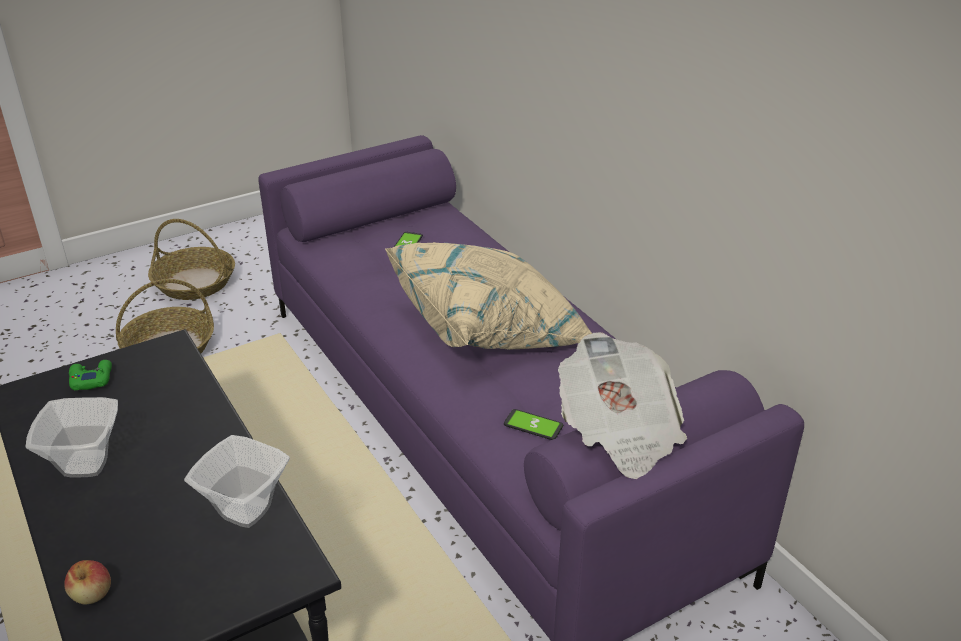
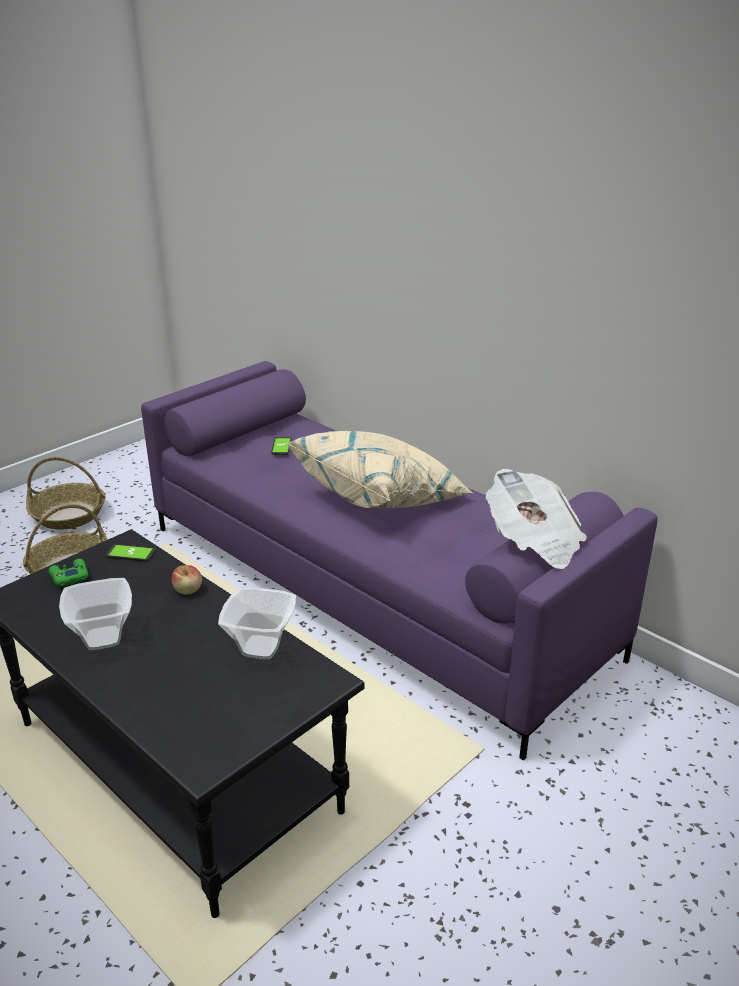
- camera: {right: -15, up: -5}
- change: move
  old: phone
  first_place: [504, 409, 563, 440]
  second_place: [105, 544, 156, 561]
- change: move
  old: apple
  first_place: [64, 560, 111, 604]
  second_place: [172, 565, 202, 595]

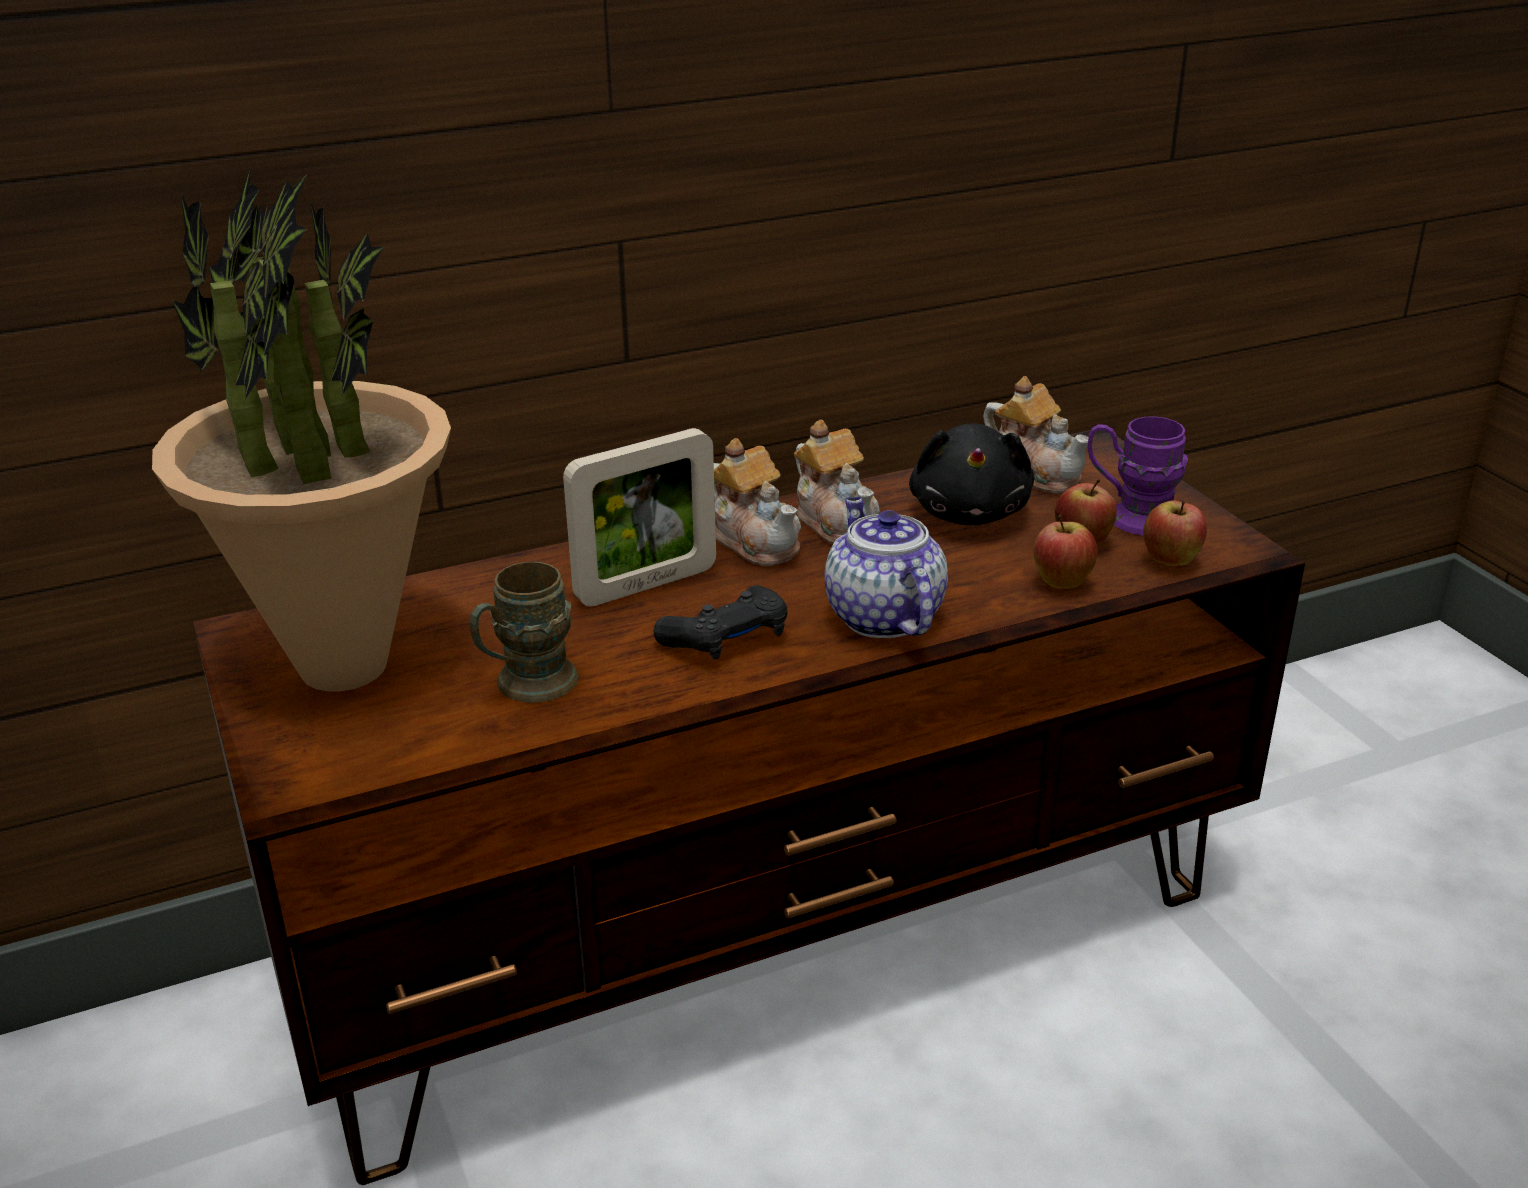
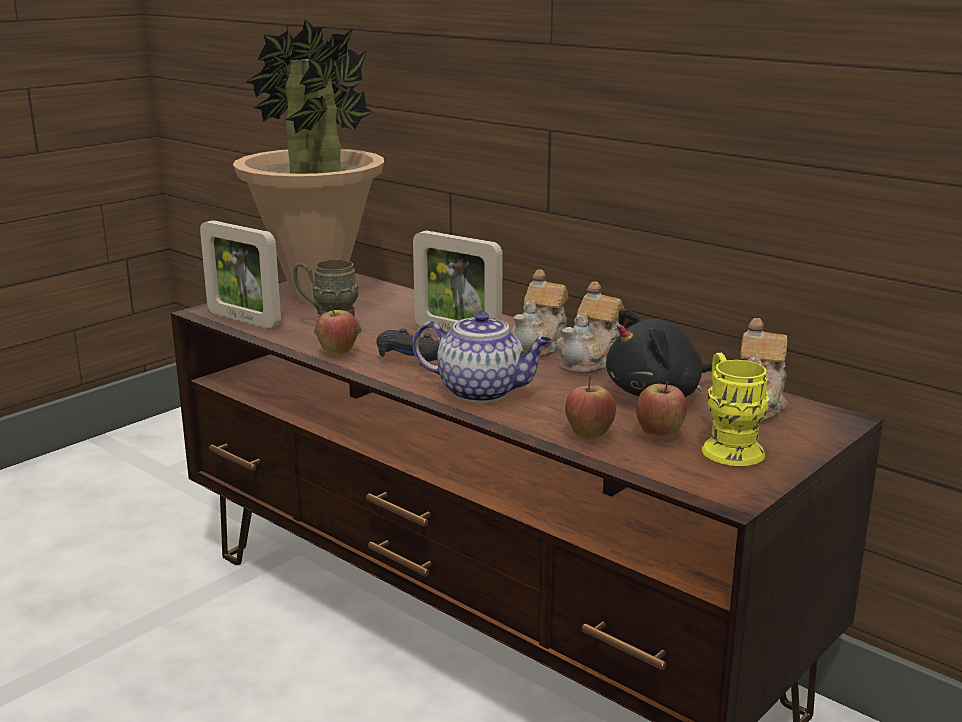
- camera: {right: 65, up: -10}
- change: recolor
  old: purple mug
  new: yellow mug
  first_place: [1088, 417, 1188, 535]
  second_place: [702, 353, 770, 466]
- change: rotate
  old: teapot
  first_place: [824, 497, 948, 638]
  second_place: [413, 311, 552, 403]
  degrees: 60
- change: move
  old: apple
  first_place: [1143, 500, 1207, 566]
  second_place: [316, 305, 358, 355]
- change: insert
  new: picture frame
  second_place: [200, 220, 281, 329]

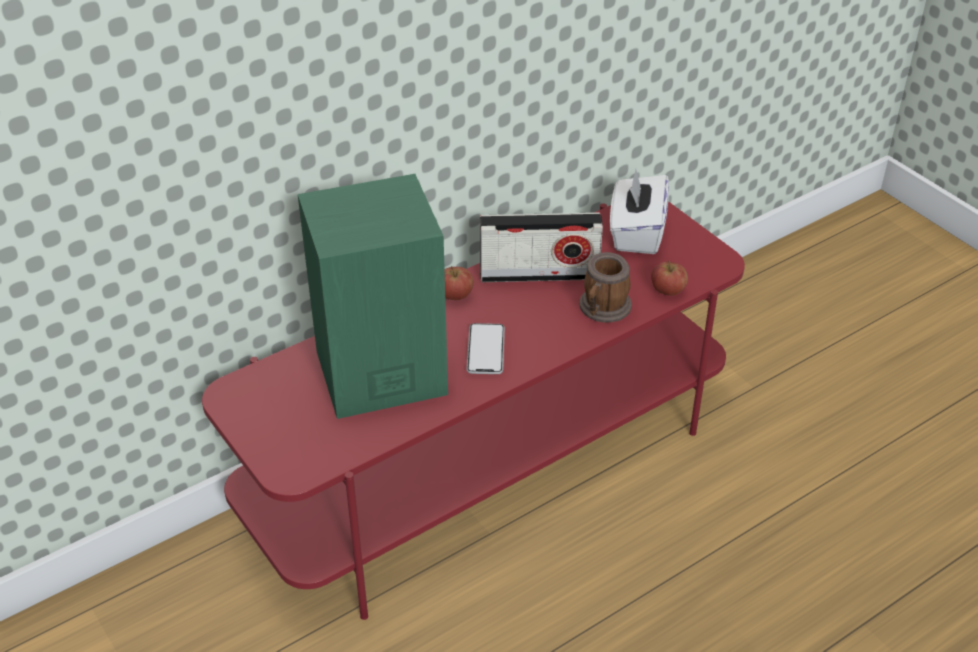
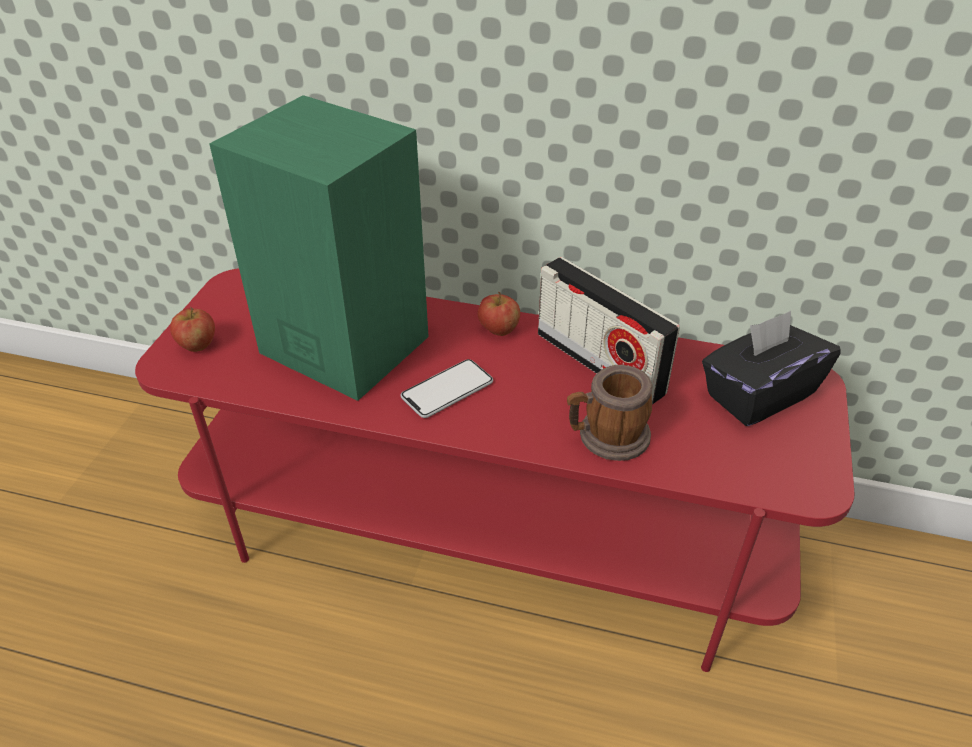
- camera: {right: 50, up: 0}
- change: recolor
  old: white tissue box
  new: black tissue box
  first_place: [610, 169, 669, 254]
  second_place: [702, 311, 840, 426]
- change: move
  old: apple
  first_place: [651, 260, 688, 296]
  second_place: [170, 307, 215, 352]

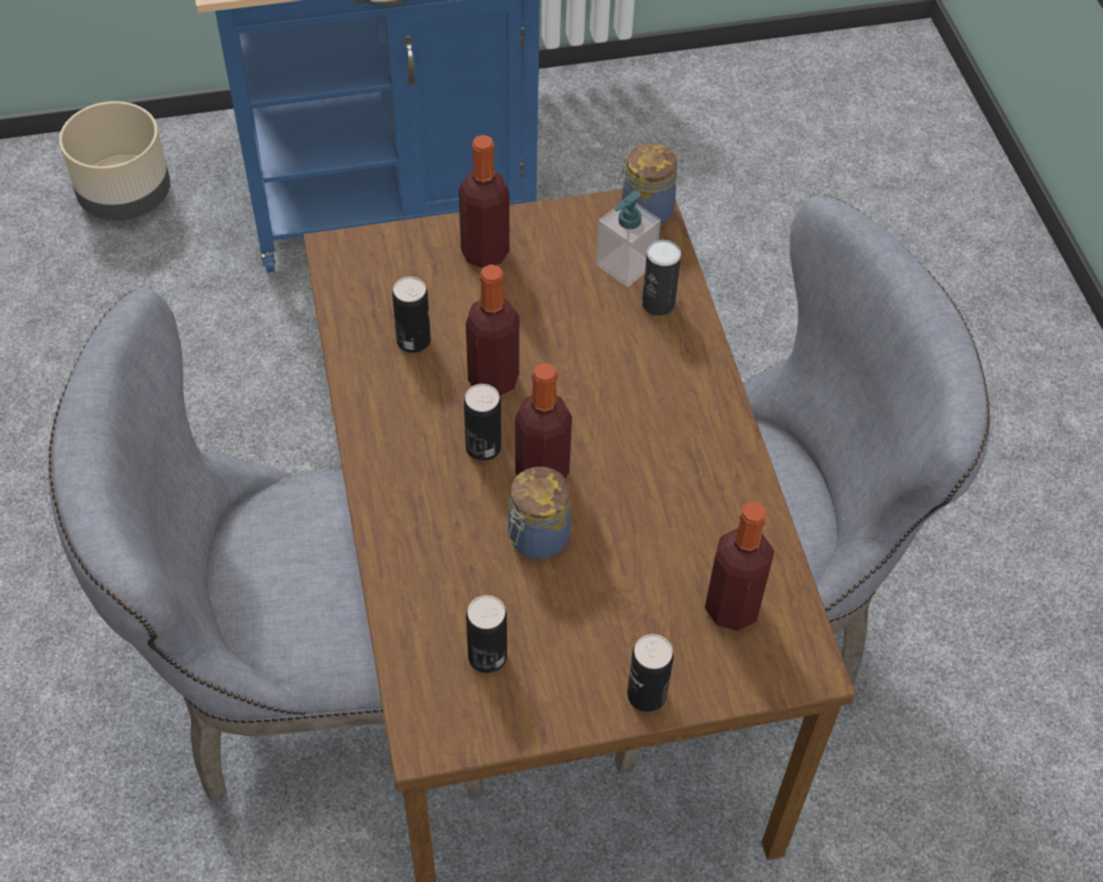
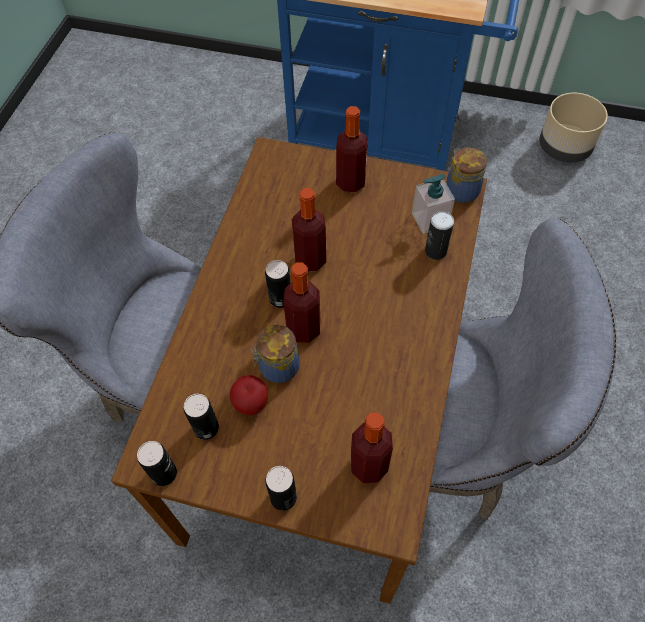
- camera: {right: 30, up: 5}
- change: move
  old: beige planter
  first_place: [59, 101, 170, 220]
  second_place: [539, 93, 608, 163]
- change: move
  old: can
  first_place: [392, 277, 431, 353]
  second_place: [137, 441, 177, 486]
- change: insert
  new: apple
  second_place: [230, 375, 268, 416]

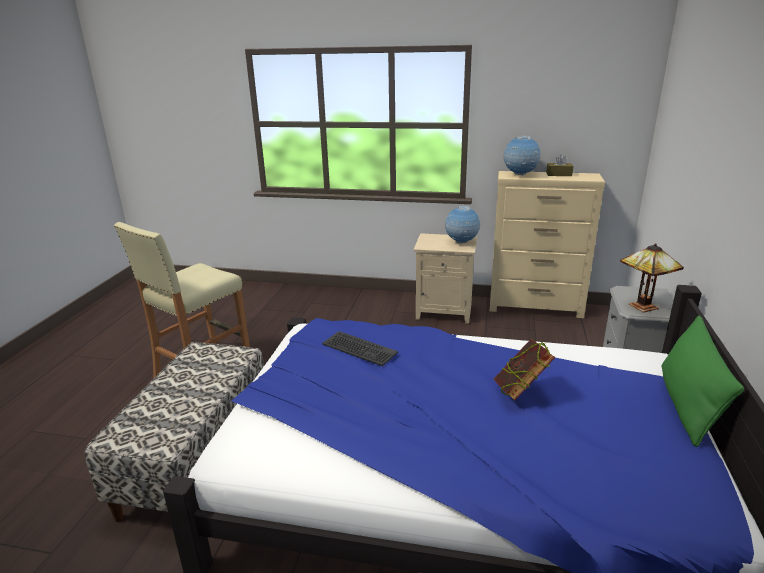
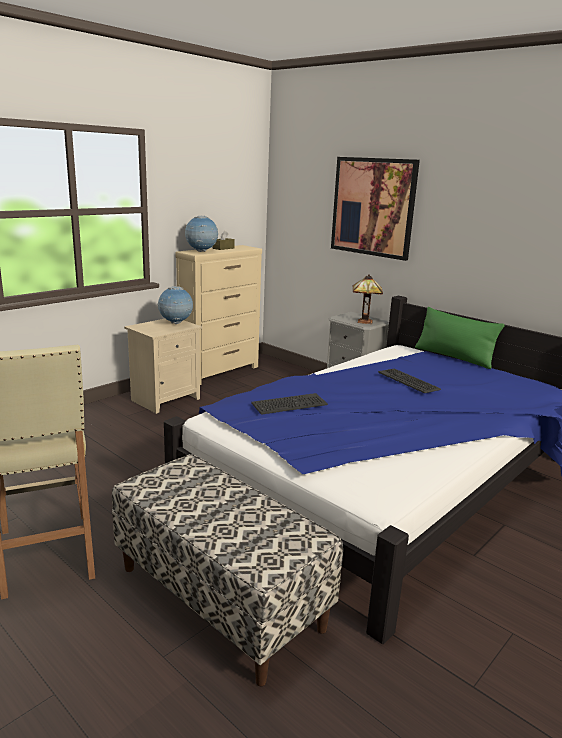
- camera: {right: -60, up: -5}
- change: replace
  old: book
  new: keyboard
  first_place: [493, 339, 555, 401]
  second_place: [378, 369, 441, 393]
- change: insert
  new: picture
  second_place: [331, 157, 420, 261]

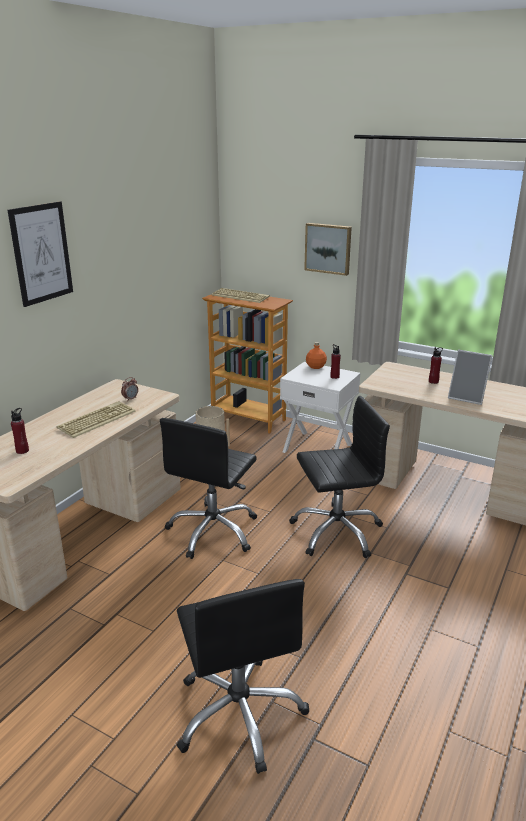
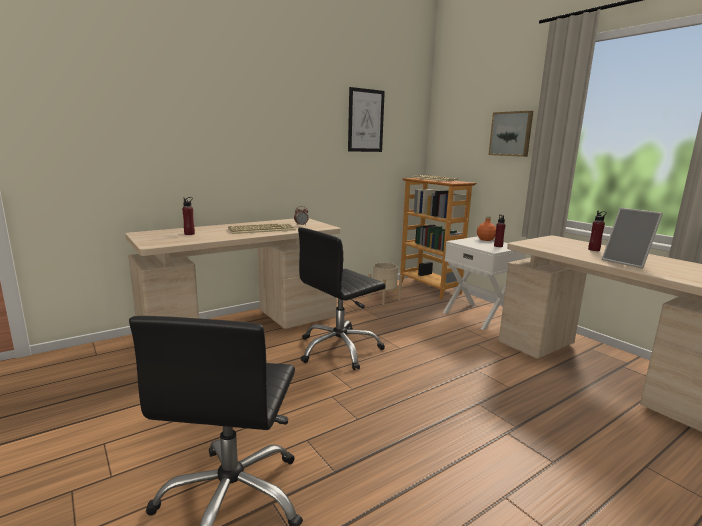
- camera: {right: 25, up: -10}
- change: move
  old: picture
  first_place: [7, 201, 73, 307]
  second_place: [348, 87, 385, 152]
- change: delete
  old: black office chair
  first_place: [289, 396, 390, 558]

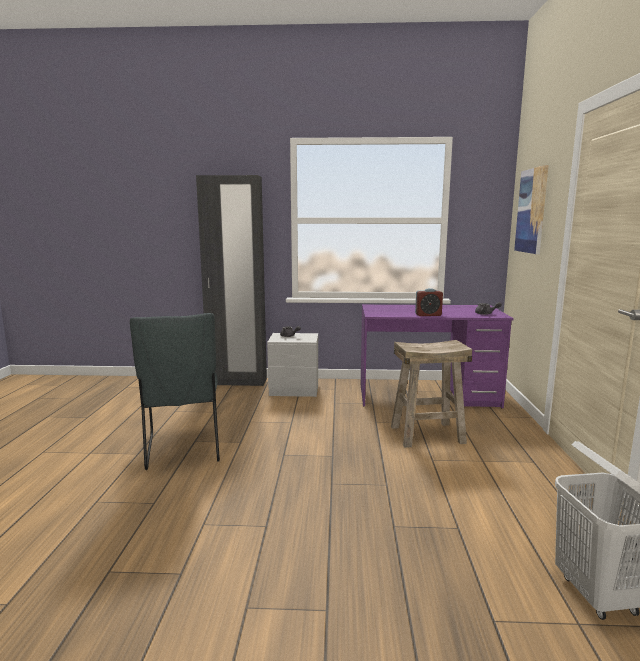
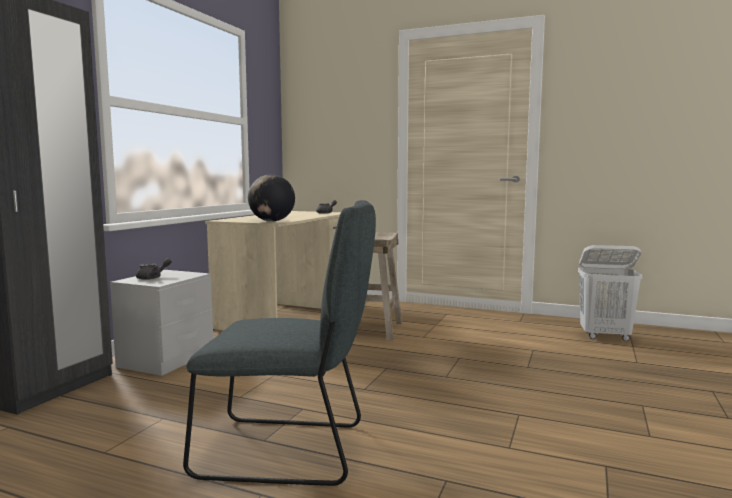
- camera: {right: -70, up: -5}
- change: delete
  old: picture
  first_place: [514, 165, 549, 254]
- change: delete
  old: alarm clock
  first_place: [415, 288, 443, 316]
- change: recolor
  old: purple desk
  new: beige desk
  first_place: [361, 304, 514, 409]
  second_place: [205, 211, 341, 331]
- change: insert
  new: globe
  second_place: [248, 174, 295, 222]

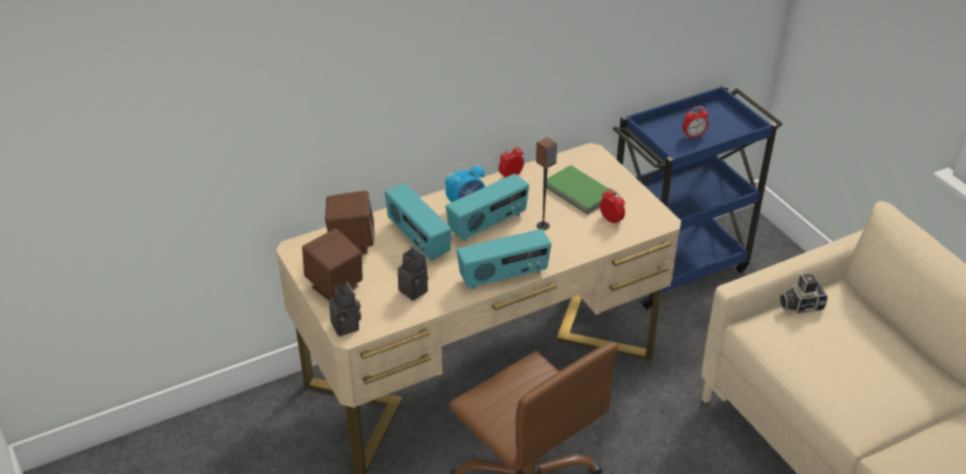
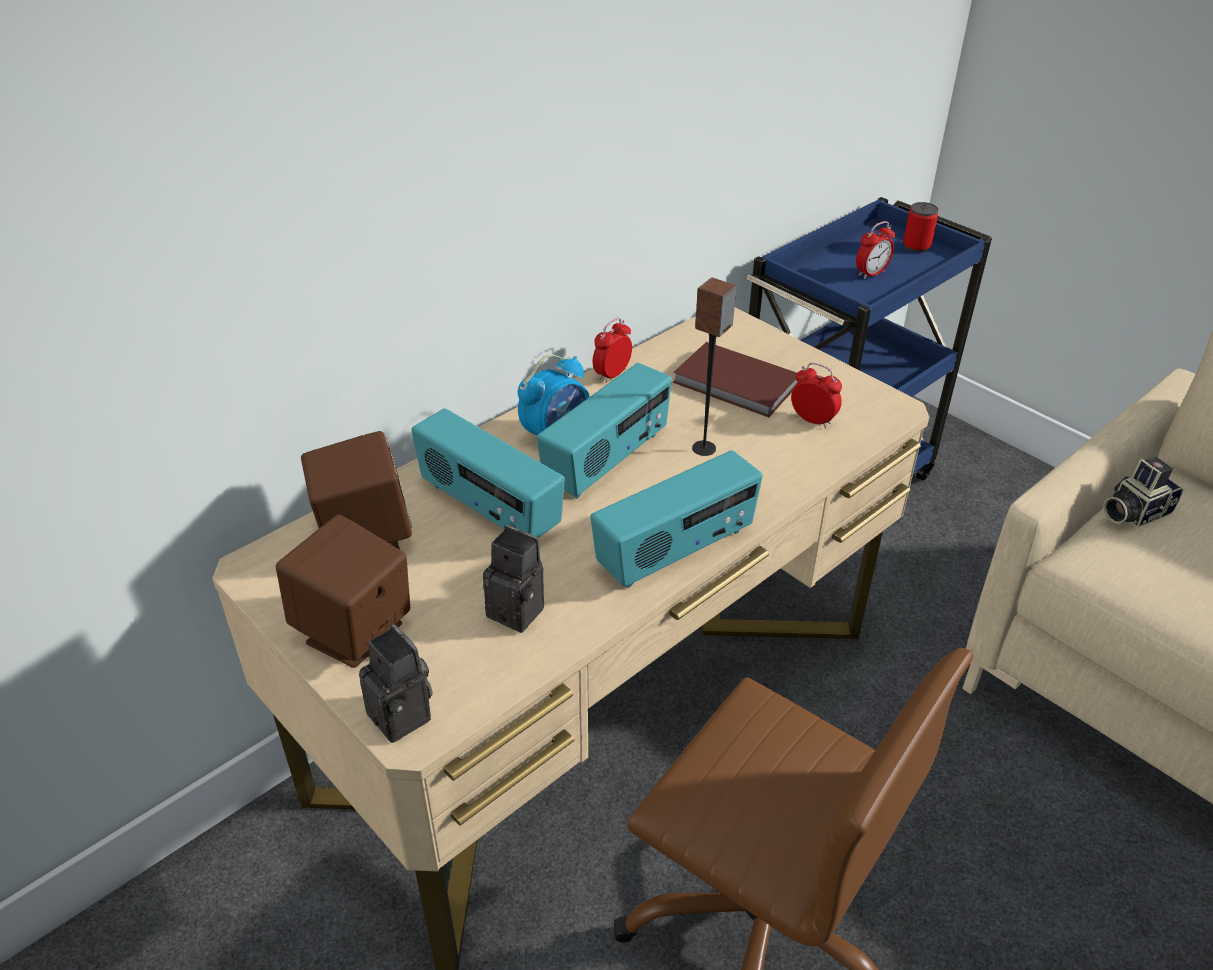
- camera: {right: -15, up: 0}
- change: recolor
  old: green book
  new: brown book
  first_place: [543, 165, 616, 215]
  second_place: [673, 342, 799, 417]
- change: insert
  new: can
  second_place: [903, 202, 939, 252]

